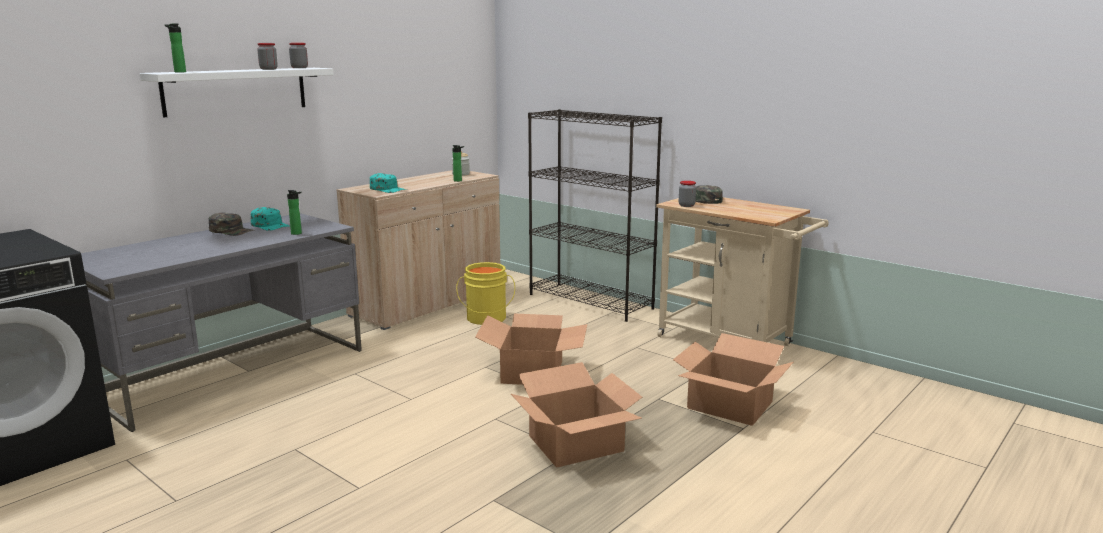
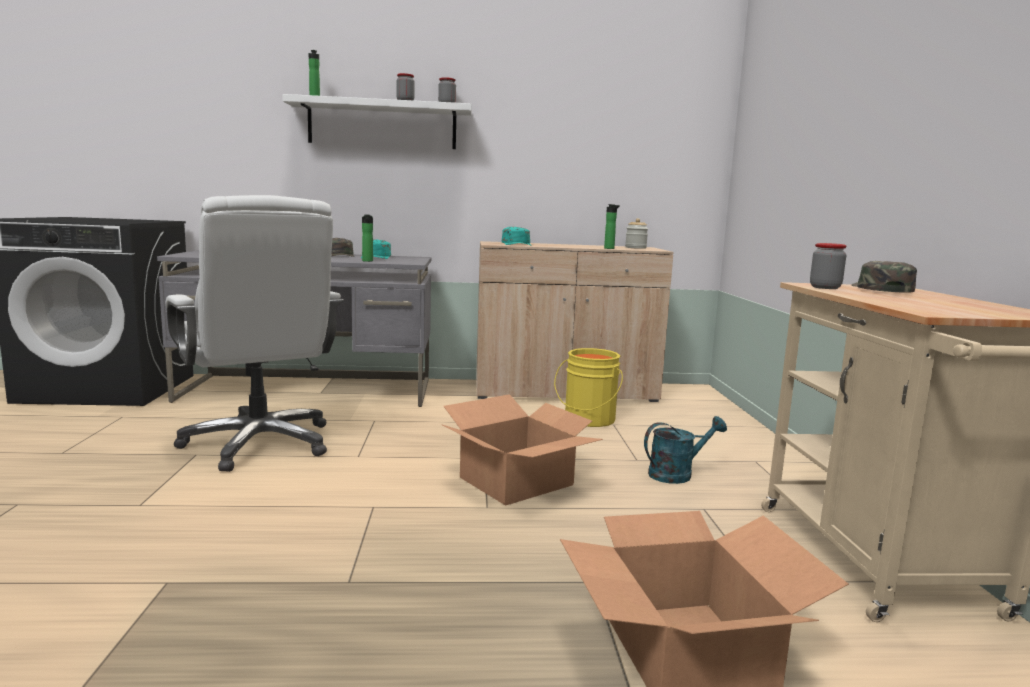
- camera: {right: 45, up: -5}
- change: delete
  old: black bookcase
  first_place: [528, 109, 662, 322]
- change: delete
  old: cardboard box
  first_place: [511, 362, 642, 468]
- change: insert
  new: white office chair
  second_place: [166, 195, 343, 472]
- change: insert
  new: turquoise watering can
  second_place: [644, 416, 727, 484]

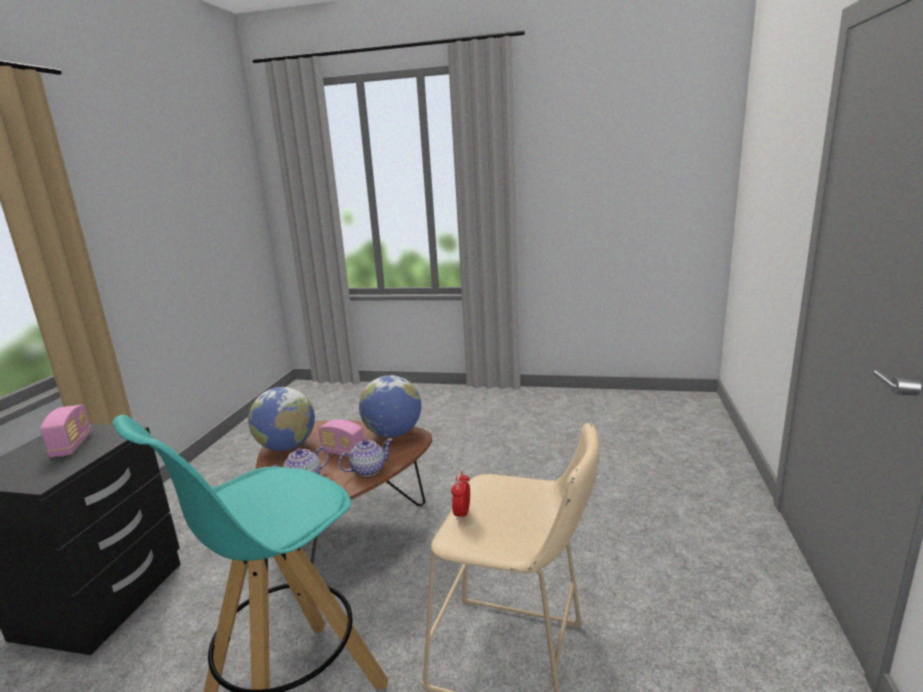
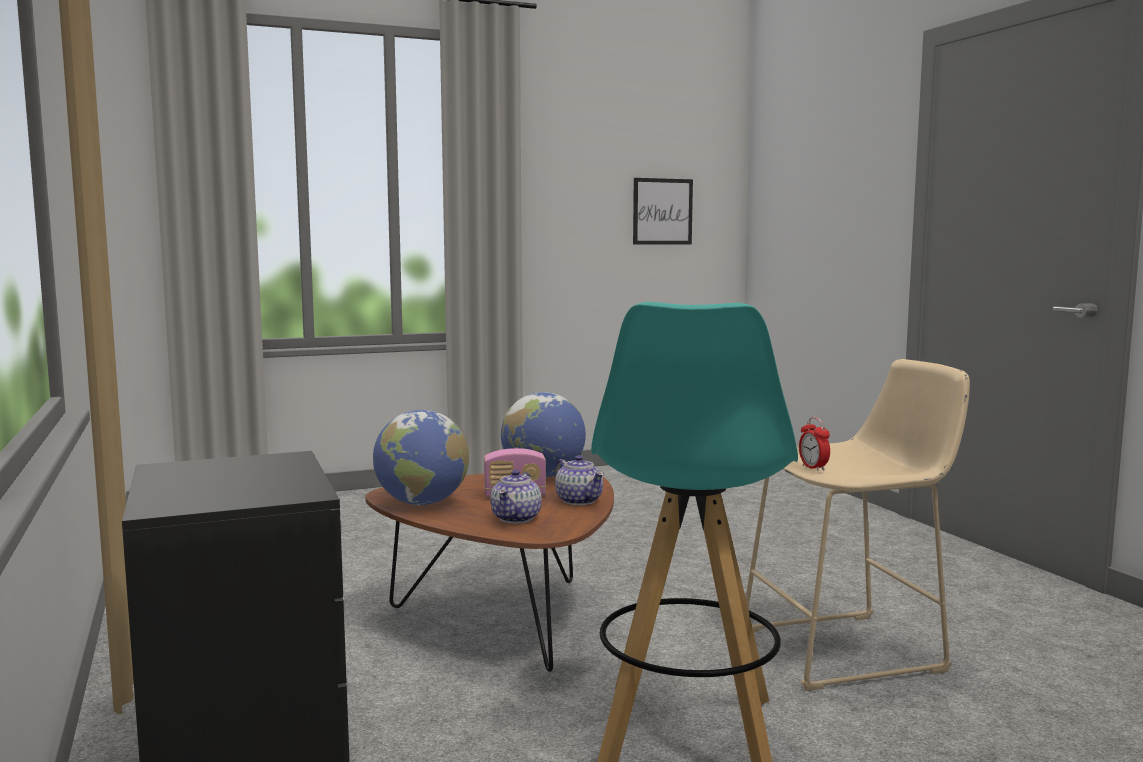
- camera: {right: -35, up: -10}
- change: delete
  old: radio
  first_place: [40, 405, 92, 457]
- change: rotate
  old: teapot
  first_place: [338, 438, 393, 476]
  second_place: [555, 455, 604, 505]
  degrees: 120
- change: insert
  new: picture
  second_place: [633, 178, 693, 245]

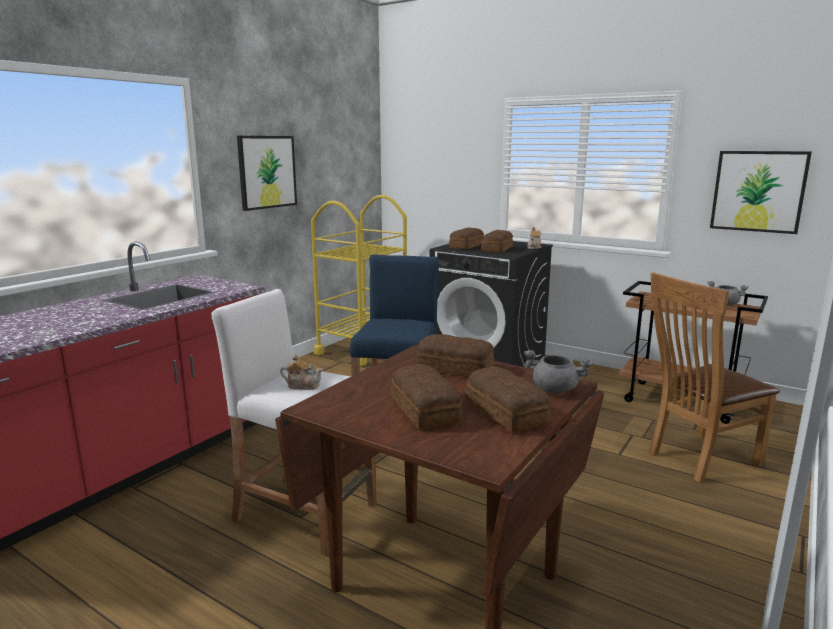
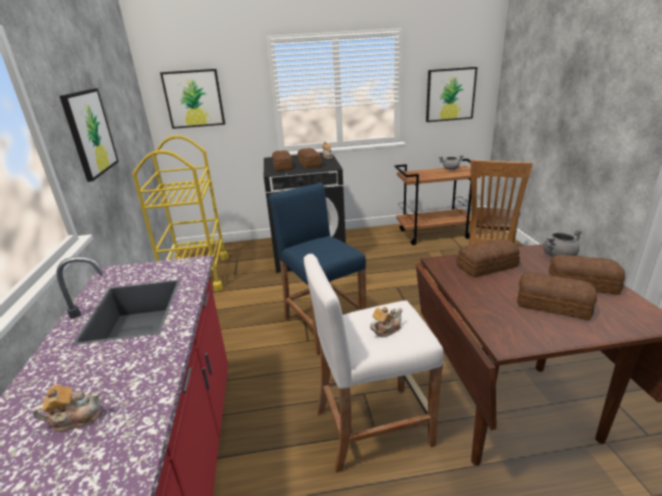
- camera: {right: -40, up: 10}
- change: insert
  new: picture
  second_place: [160, 69, 225, 129]
- change: insert
  new: teapot
  second_place: [33, 384, 101, 432]

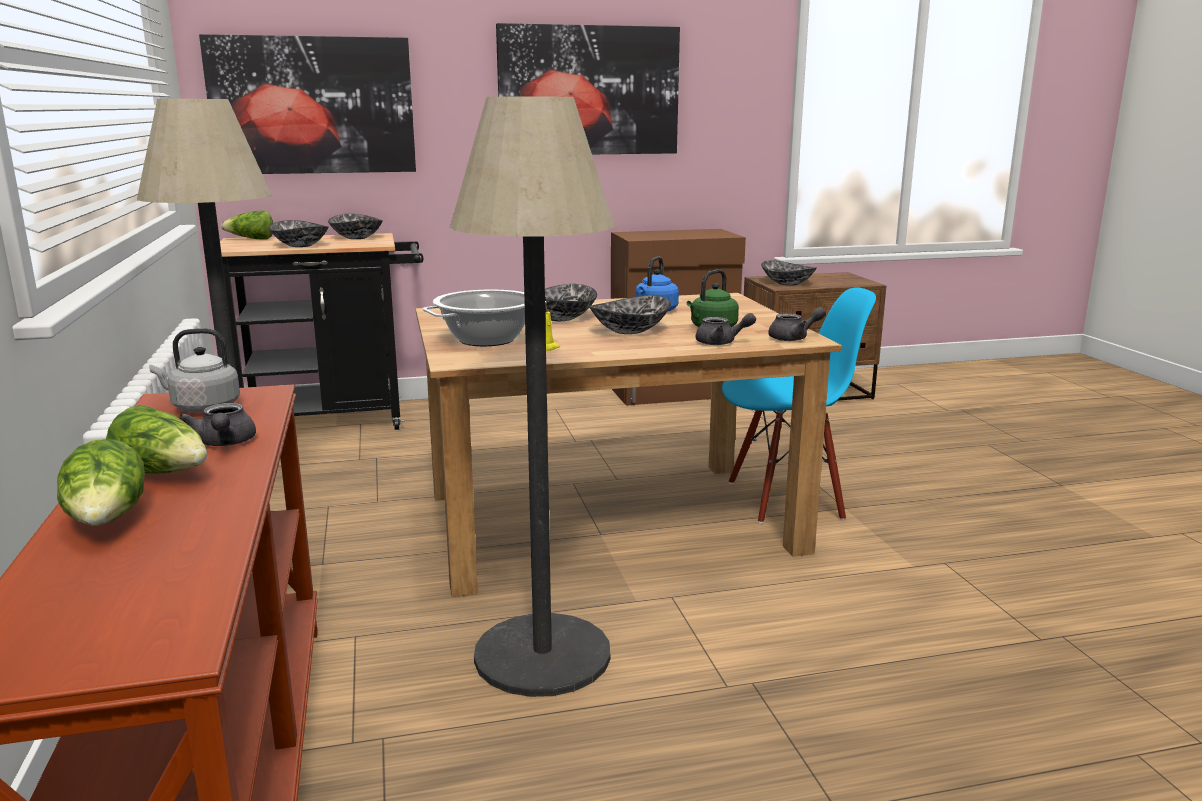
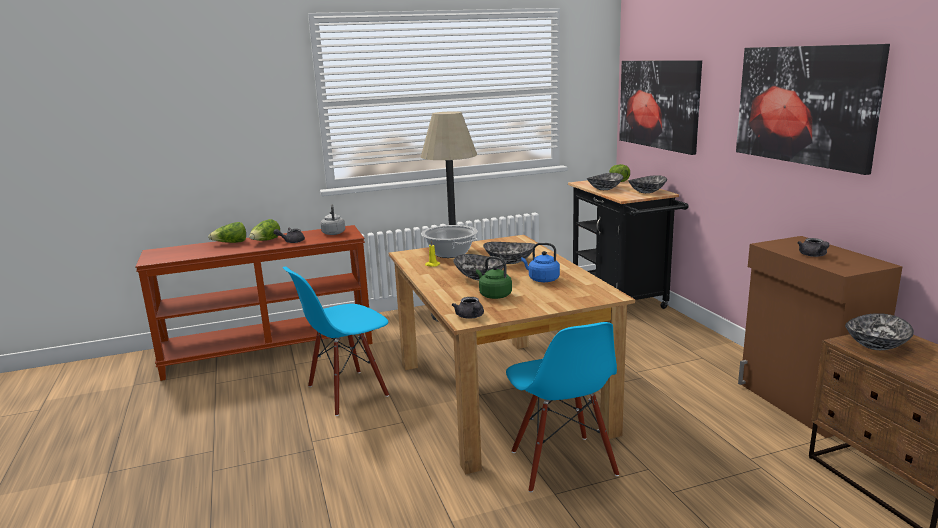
- camera: {right: 85, up: 0}
- change: replace
  old: floor lamp
  new: blue chair
  first_place: [450, 97, 615, 697]
  second_place: [283, 267, 389, 416]
- change: move
  old: grey teapot
  first_place: [696, 313, 756, 345]
  second_place: [797, 238, 829, 257]

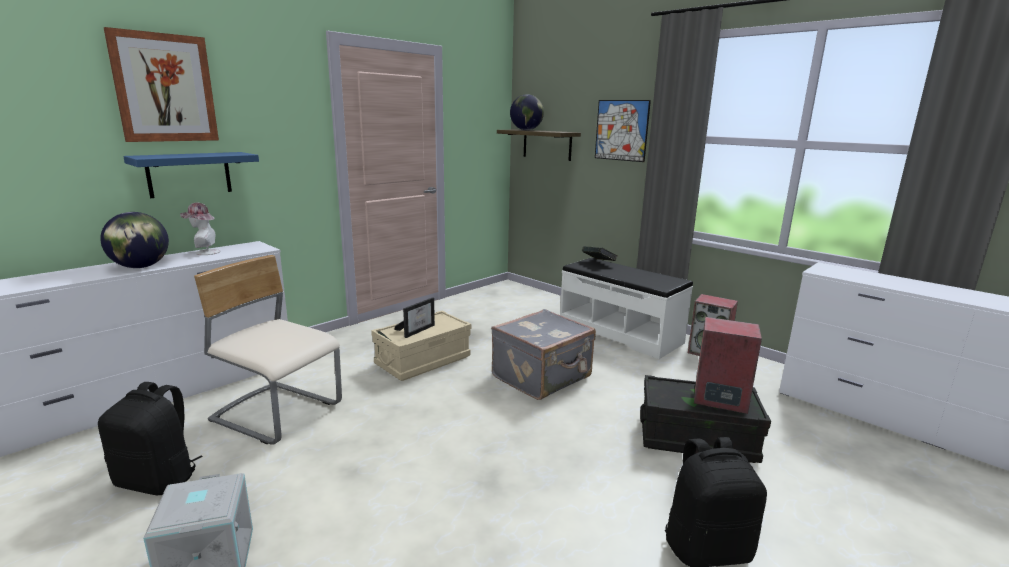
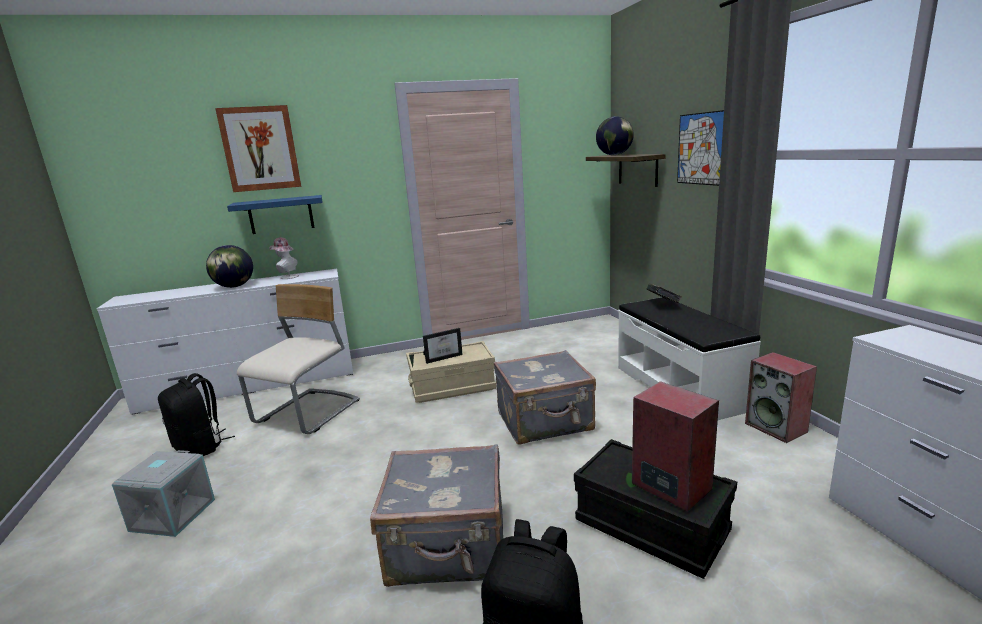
- camera: {right: 30, up: 0}
- change: rotate
  old: beige chair
  first_place: [194, 255, 342, 445]
  second_place: [237, 284, 360, 434]
  degrees: 60
- change: insert
  new: grey suitcase
  second_place: [370, 444, 503, 587]

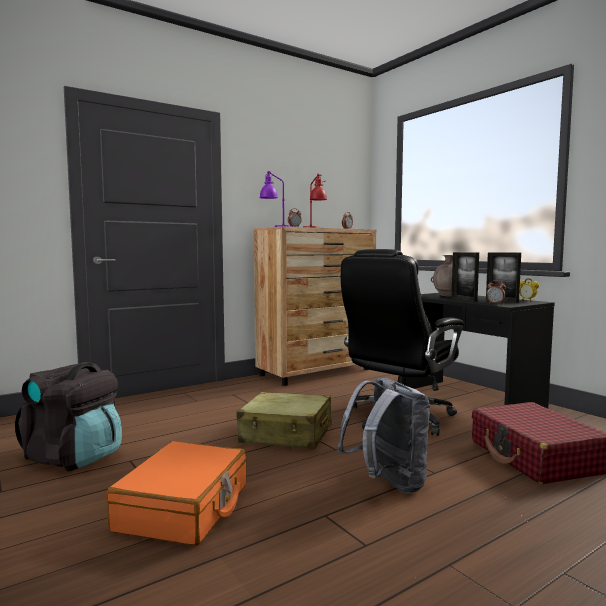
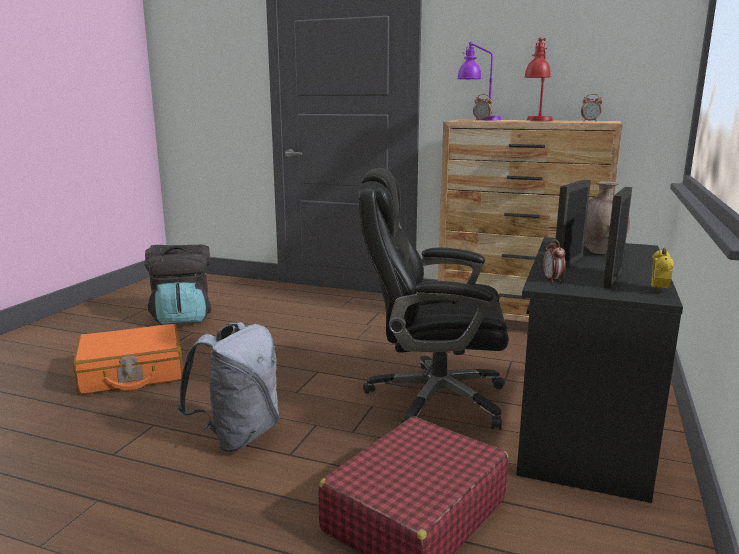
- camera: {right: 55, up: 10}
- change: delete
  old: beige suitcase
  first_place: [237, 392, 332, 449]

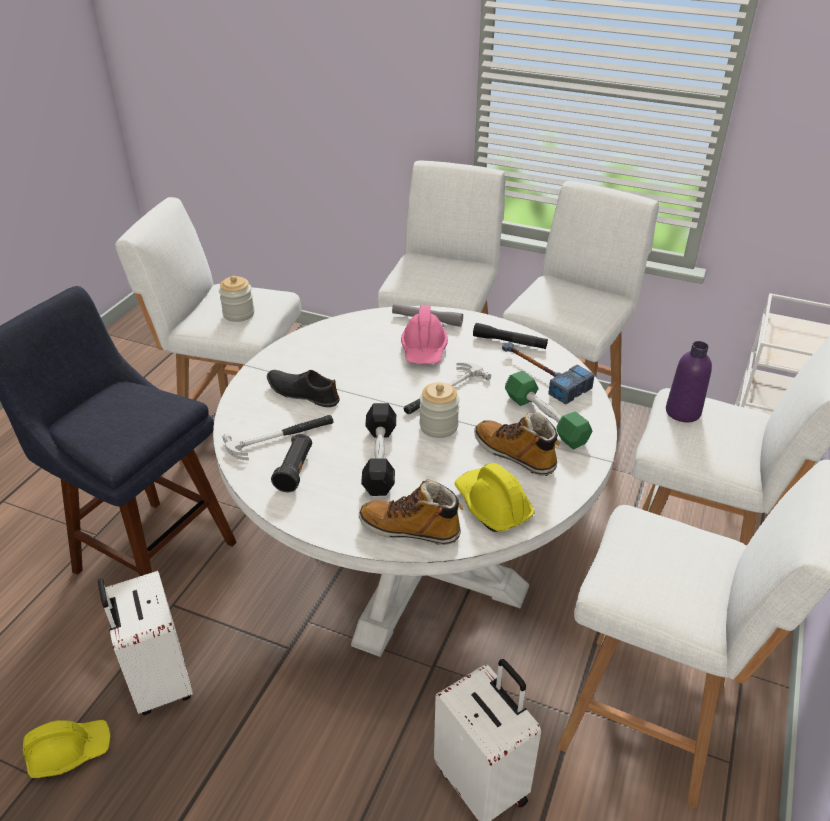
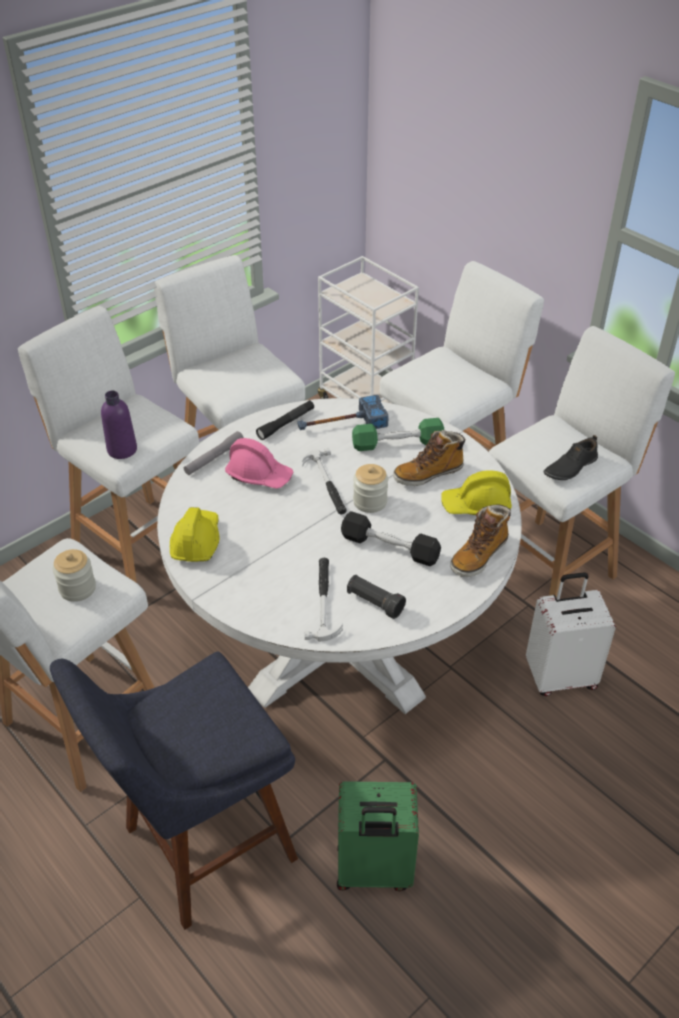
- camera: {right: -65, up: 5}
- change: move
  old: purple bottle
  first_place: [666, 341, 712, 422]
  second_place: [101, 391, 137, 459]
- change: move
  old: black shoe
  first_place: [267, 370, 340, 407]
  second_place: [543, 435, 598, 480]
- change: recolor
  old: white suitcase
  new: green suitcase
  first_place: [98, 571, 193, 715]
  second_place: [337, 781, 419, 891]
- change: move
  old: yellow hard hat
  first_place: [23, 720, 111, 778]
  second_place: [170, 507, 220, 562]

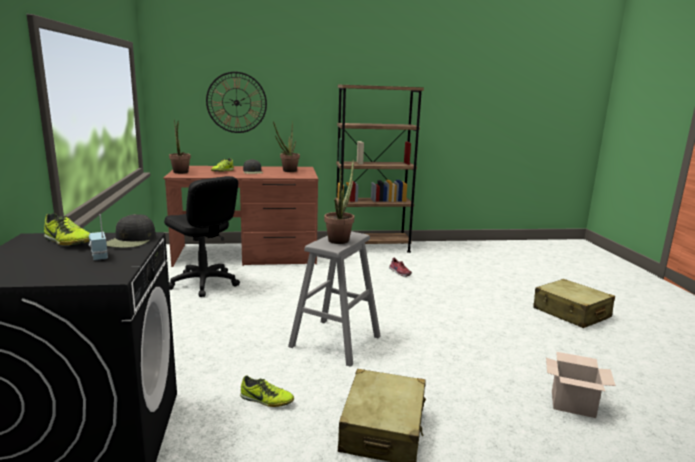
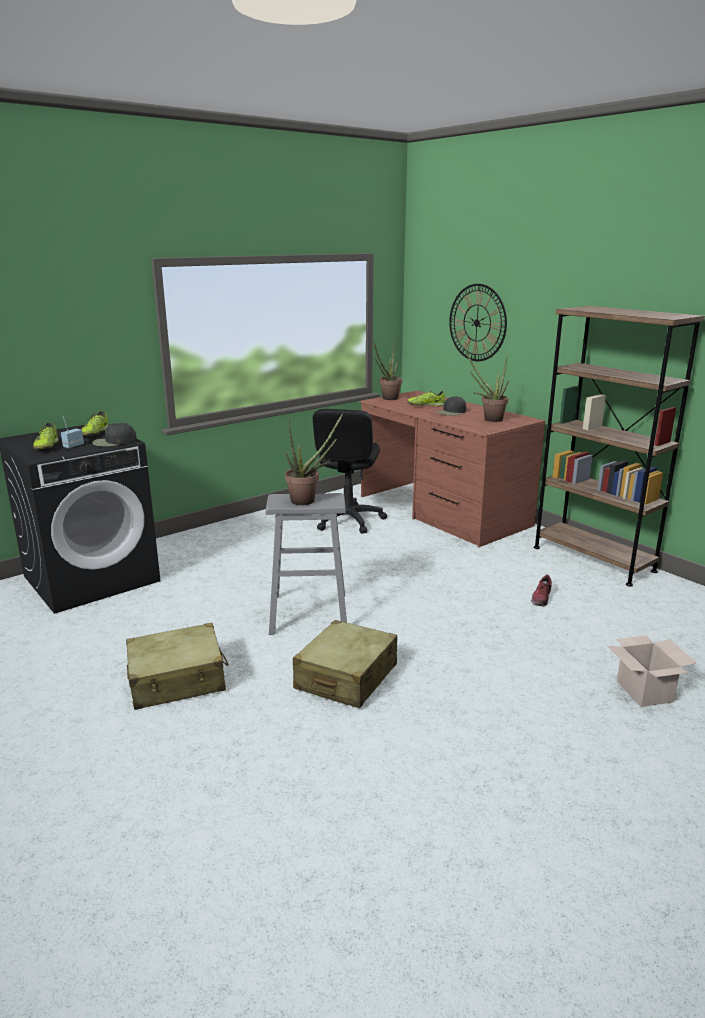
- camera: {right: 60, up: 5}
- change: move
  old: beige suitcase
  first_place: [533, 279, 615, 328]
  second_place: [293, 620, 397, 708]
- change: move
  old: cardboard box
  first_place: [546, 352, 616, 418]
  second_place: [608, 635, 697, 707]
- change: move
  old: shoe
  first_place: [240, 375, 294, 407]
  second_place: [33, 423, 59, 449]

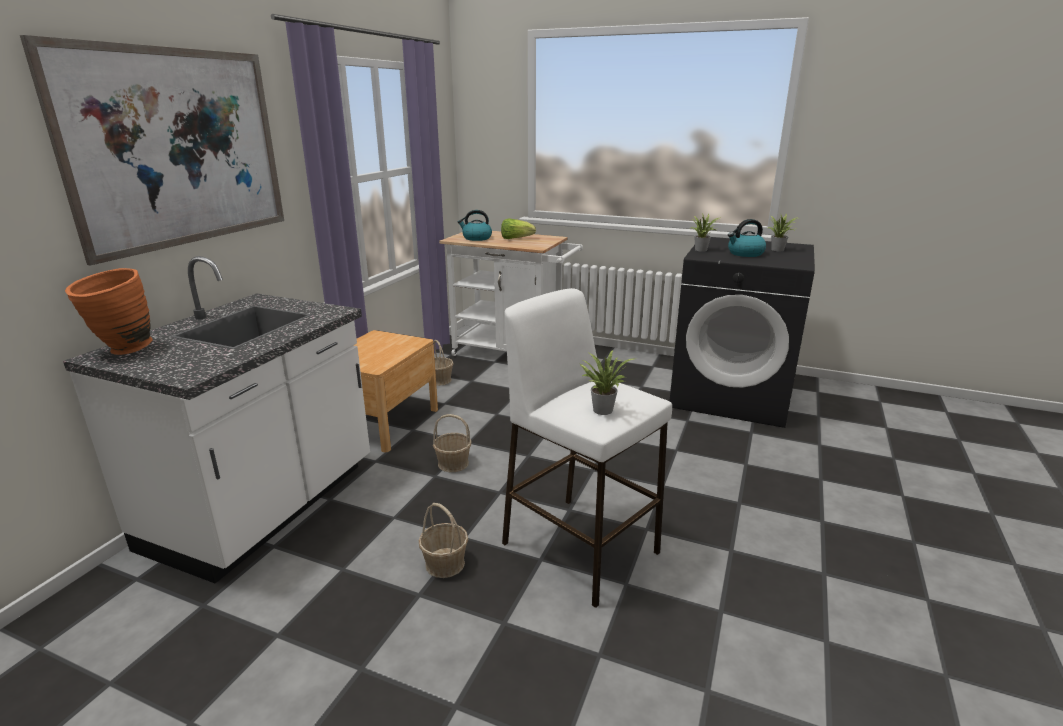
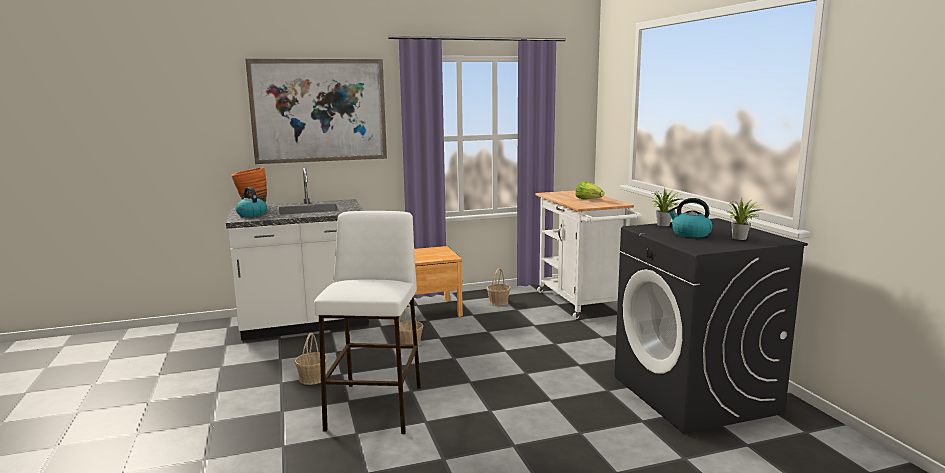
- camera: {right: 50, up: -10}
- change: move
  old: kettle
  first_place: [458, 210, 492, 241]
  second_place: [236, 187, 267, 217]
- change: delete
  old: potted plant
  first_place: [580, 350, 636, 415]

